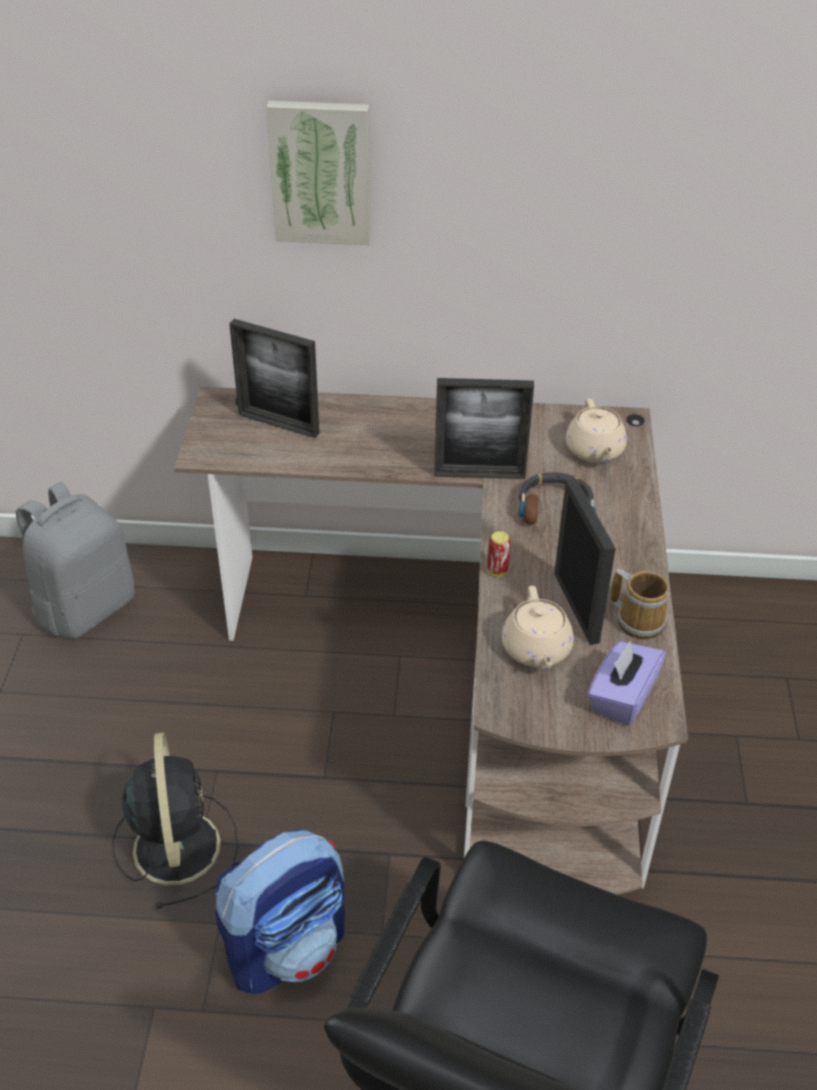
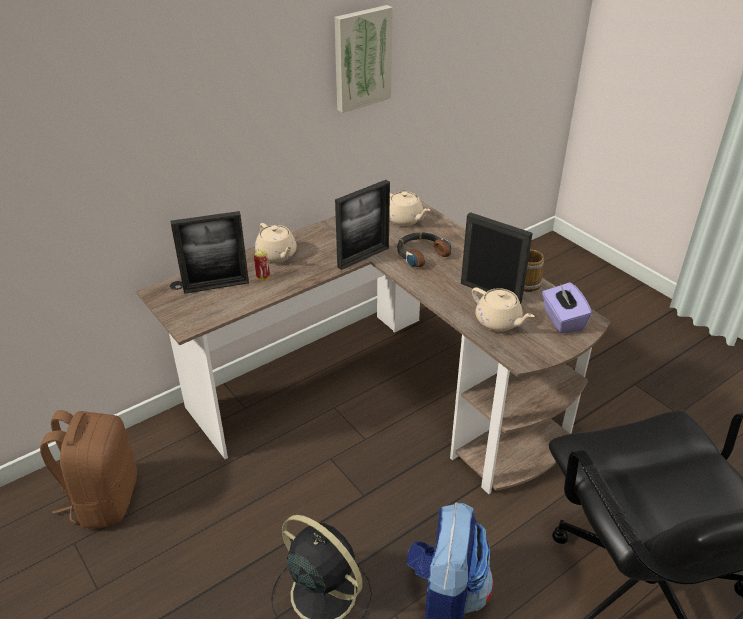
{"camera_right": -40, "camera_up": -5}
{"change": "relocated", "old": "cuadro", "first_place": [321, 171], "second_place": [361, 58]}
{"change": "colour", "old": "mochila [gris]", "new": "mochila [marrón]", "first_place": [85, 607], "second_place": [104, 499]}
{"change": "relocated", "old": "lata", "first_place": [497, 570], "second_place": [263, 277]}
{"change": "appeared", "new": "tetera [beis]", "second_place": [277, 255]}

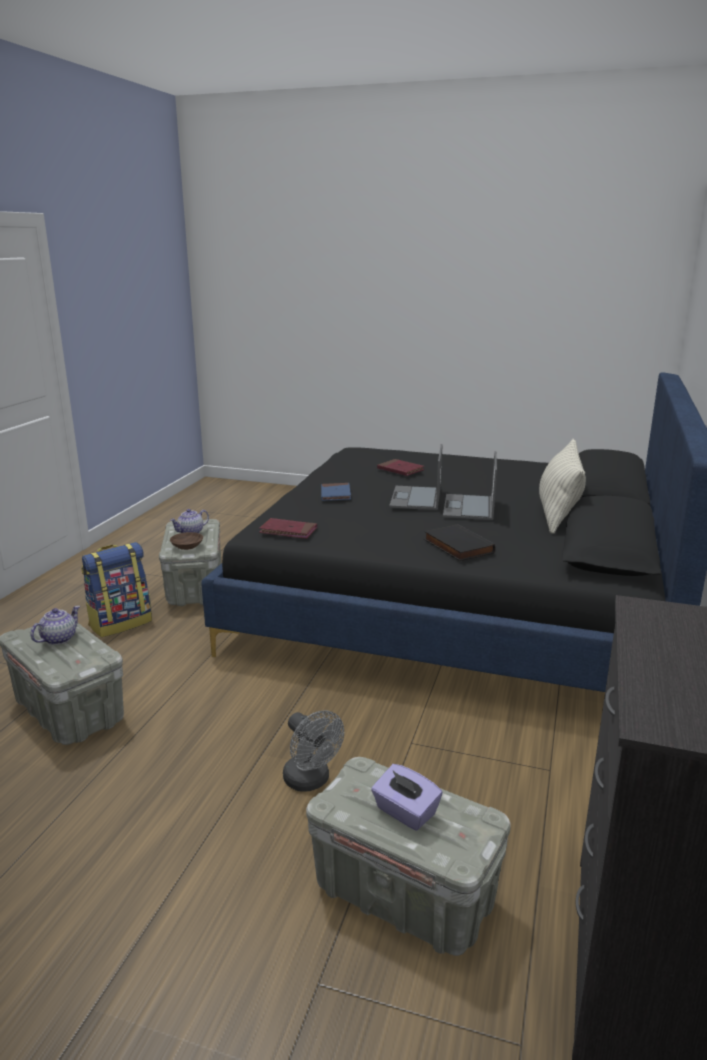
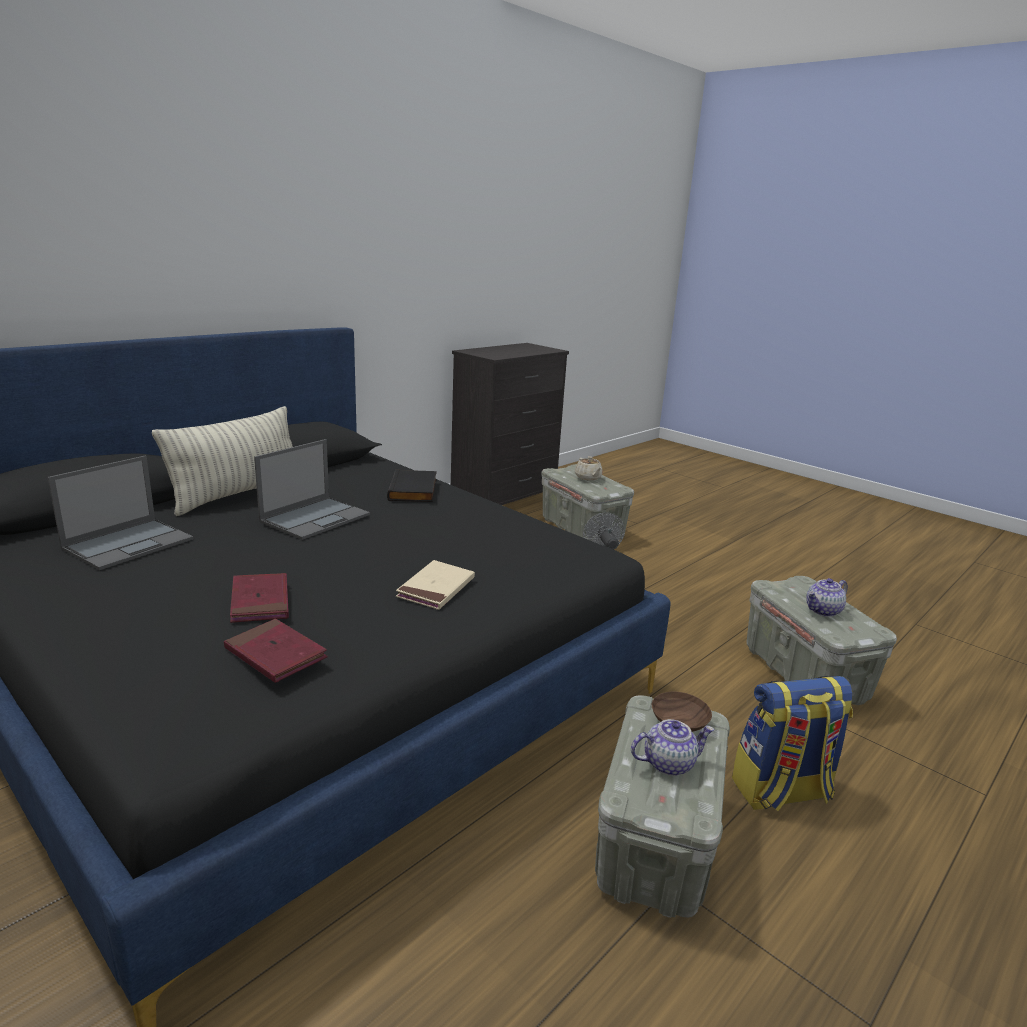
{"camera_right": -155, "camera_up": 0}
{"change": "relocated", "old": "portátil", "first_place": [416, 498], "second_place": [129, 543]}
{"change": "colour", "old": "libro [azul]", "new": "libro [beis]", "first_place": [335, 494], "second_place": [436, 588]}
{"change": "relocated", "old": "libro [rojo]", "first_place": [288, 531], "second_place": [275, 654]}
{"change": "exchanged", "old": "caja de pañuelos [morado]", "new": "tetera [beis]", "first_place": [405, 812], "second_place": [588, 478]}

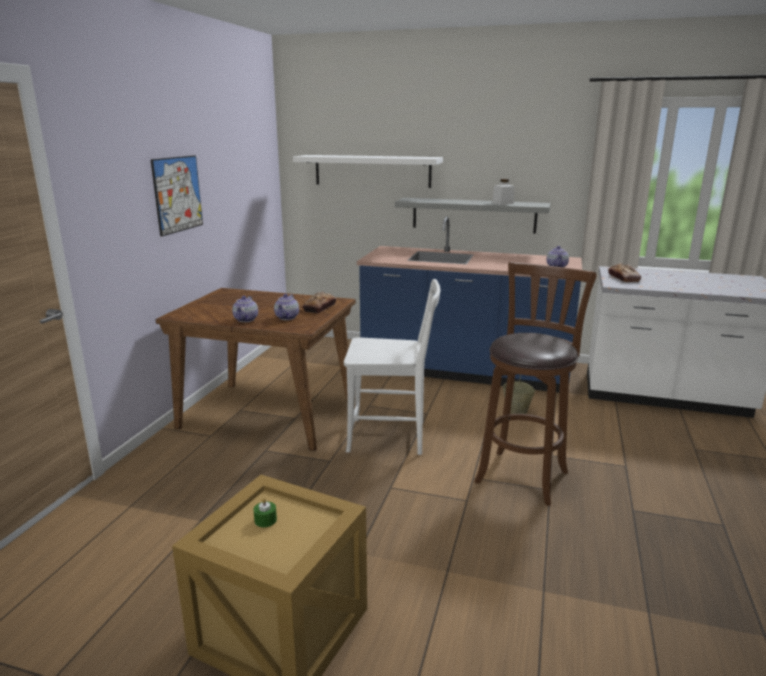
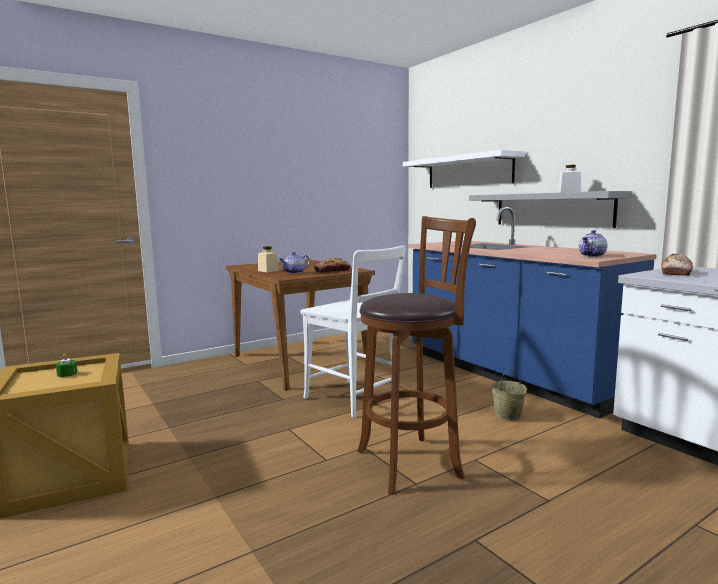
{"camera_right": 40, "camera_up": -10}
{"change": "missing", "old": "cuadro", "first_place": [177, 194]}
{"change": "exchanged", "old": "tetera", "new": "tarro [beis]", "first_place": [246, 320], "second_place": [268, 271]}

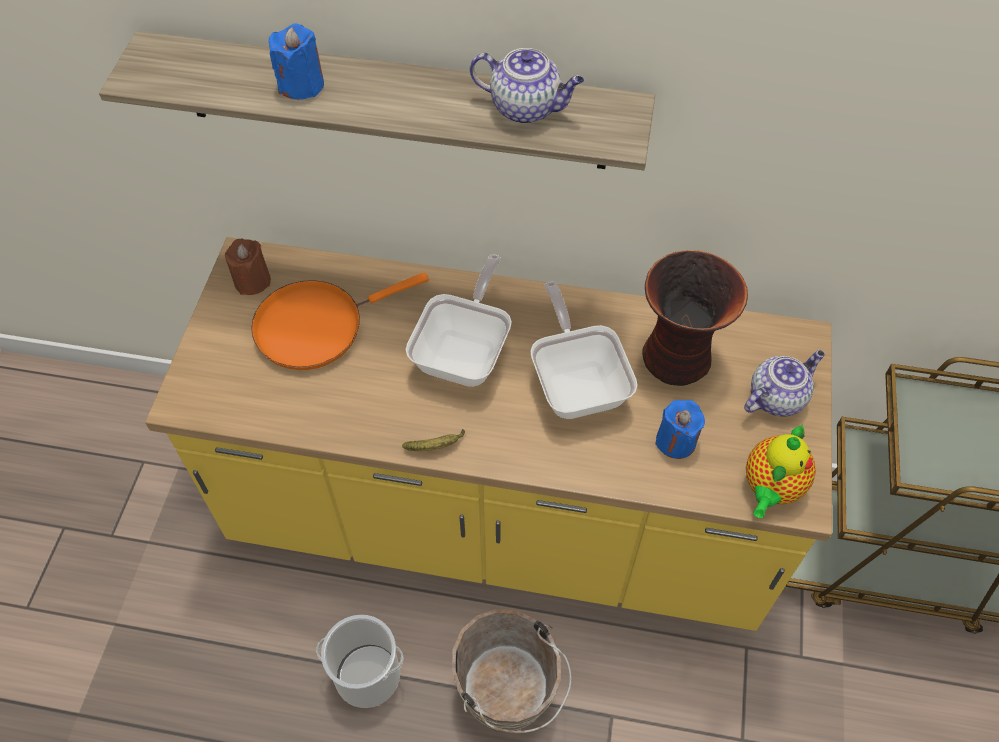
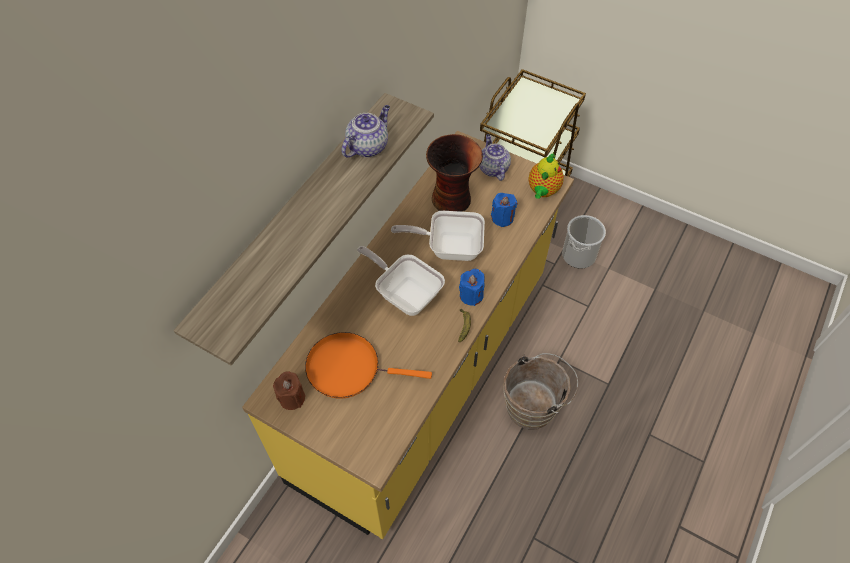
{"camera_right": -70, "camera_up": 0}
{"change": "relocated", "old": "vela [azul]", "first_place": [301, 85], "second_place": [471, 295]}
{"change": "spun", "old": "sartén [naranja]", "first_place": [316, 326], "second_place": [348, 368], "degrees": 105}
{"change": "spun", "old": "tetera", "first_place": [770, 488], "second_place": [542, 191], "degrees": 60}
{"change": "relocated", "old": "cubo", "first_place": [367, 675], "second_place": [579, 255]}

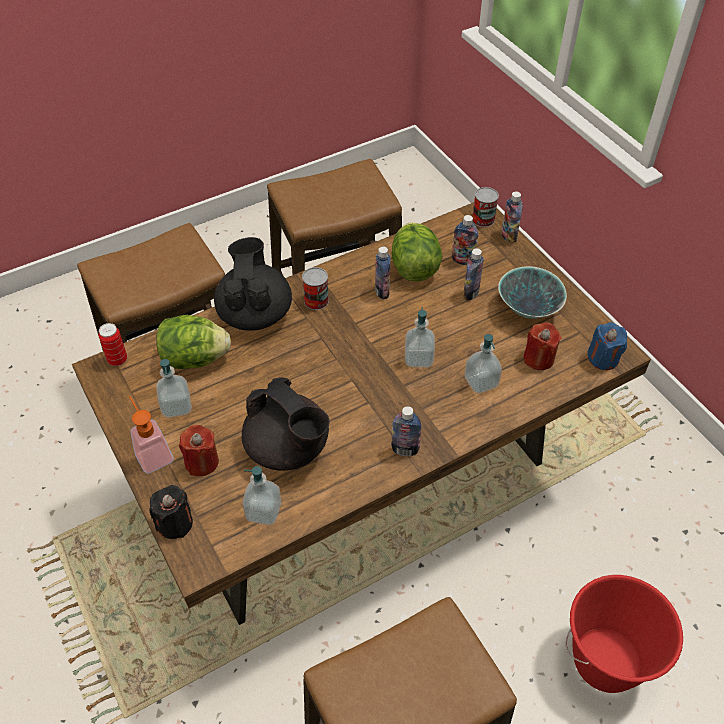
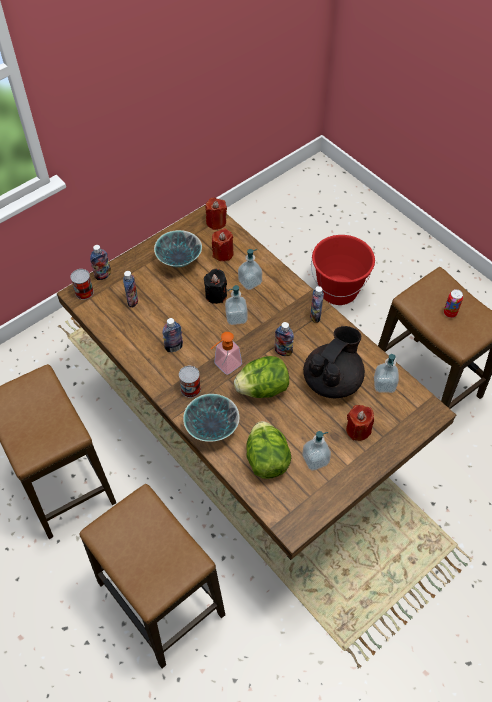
{"camera_right": -100, "camera_up": 5}
{"change": "relocated", "old": "lechuga", "first_place": [414, 268], "second_place": [262, 388]}
{"change": "exchanged", "old": "tetera [negro]", "new": "cuenco", "first_place": [255, 313], "second_place": [211, 428]}
{"change": "relocated", "old": "botella", "first_place": [471, 293], "second_place": [283, 351]}
{"change": "colour", "old": "vela [azul]", "new": "vela [rojo]", "first_place": [603, 358], "second_place": [216, 222]}
{"change": "relocated", "old": "lata", "first_place": [117, 360], "second_place": [450, 313]}
{"change": "relocated", "old": "dispensador de jabón", "first_place": [152, 453], "second_place": [224, 366]}
{"change": "relocated", "old": "vela [negro]", "first_place": [175, 523], "second_place": [216, 295]}

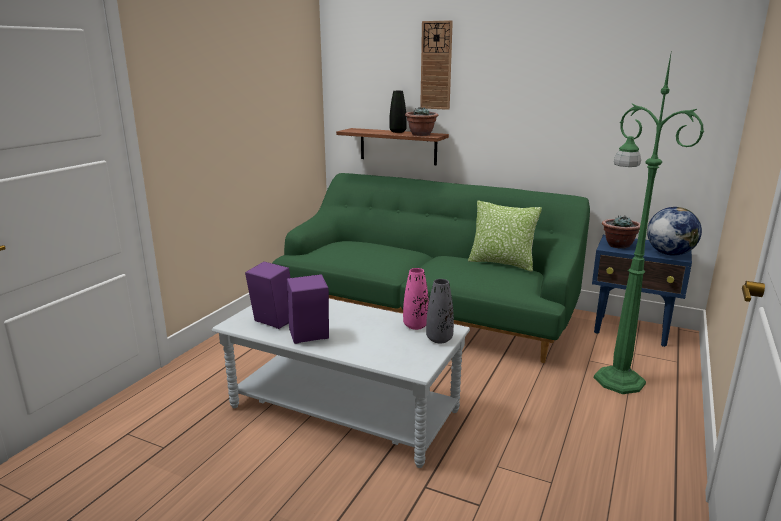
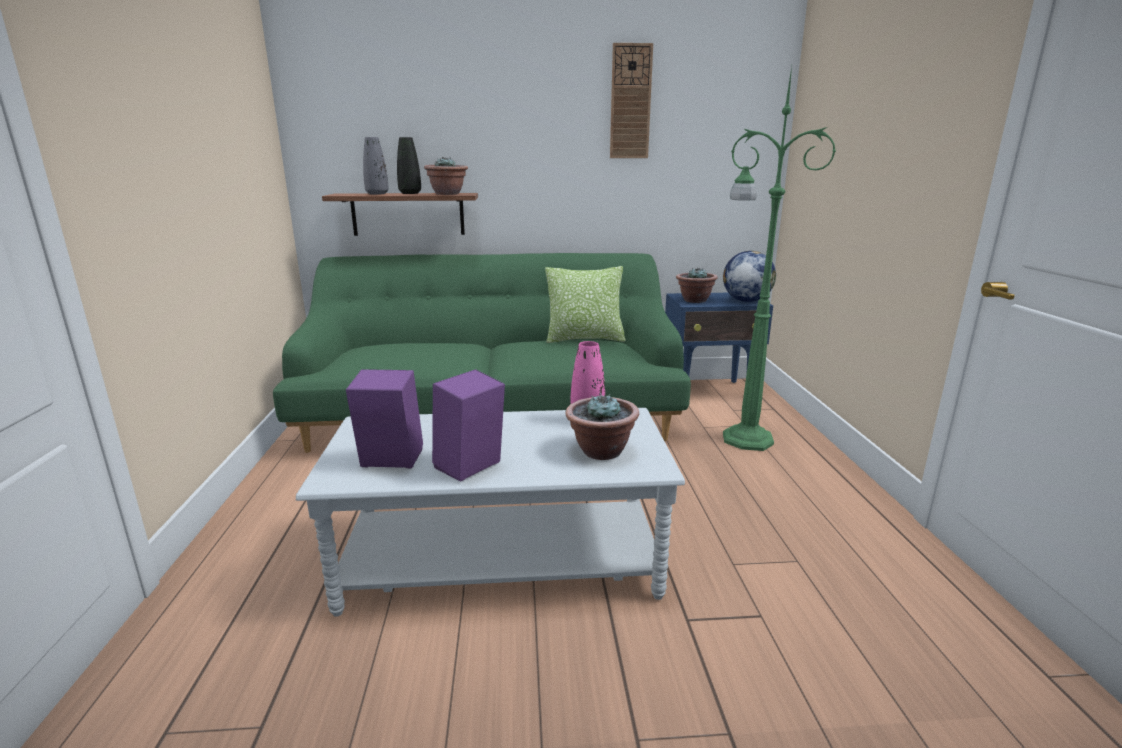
{"camera_right": -30, "camera_up": 0}
{"change": "relocated", "old": "reloj de pared", "first_place": [436, 65], "second_place": [630, 102]}
{"change": "relocated", "old": "florero [gris]", "first_place": [439, 339], "second_place": [377, 194]}
{"change": "appeared", "new": "planta en maceta", "second_place": [601, 451]}

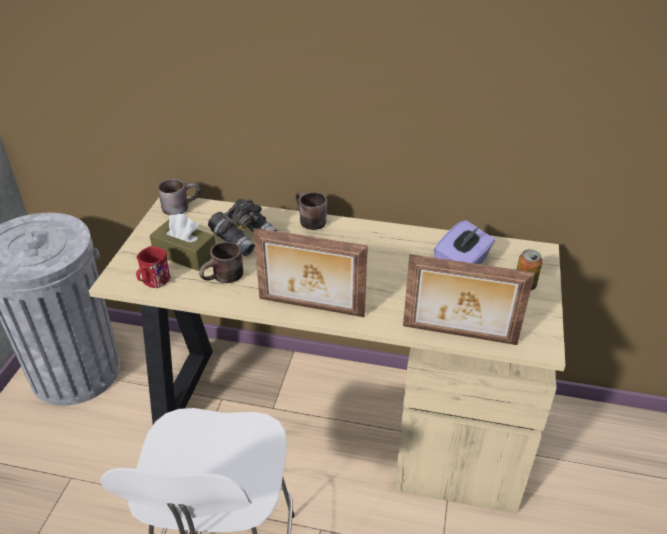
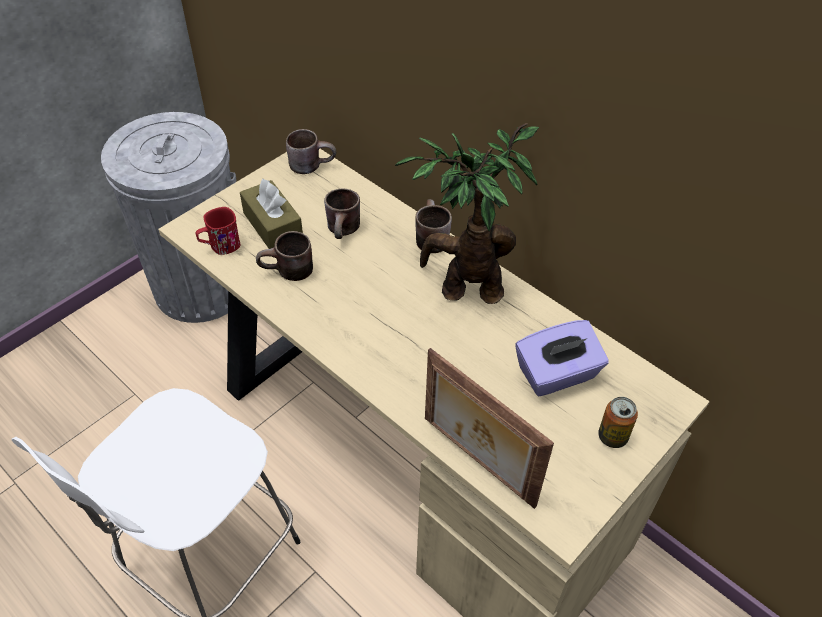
{"camera_right": 30, "camera_up": 10}
{"change": "exchanged", "old": "prismáticos [gris]", "new": "taza grande [marrón]", "first_place": [244, 238], "second_place": [345, 231]}
{"change": "missing", "old": "portarretratos", "first_place": [310, 308]}
{"change": "appeared", "new": "planta en maceta", "second_place": [464, 288]}

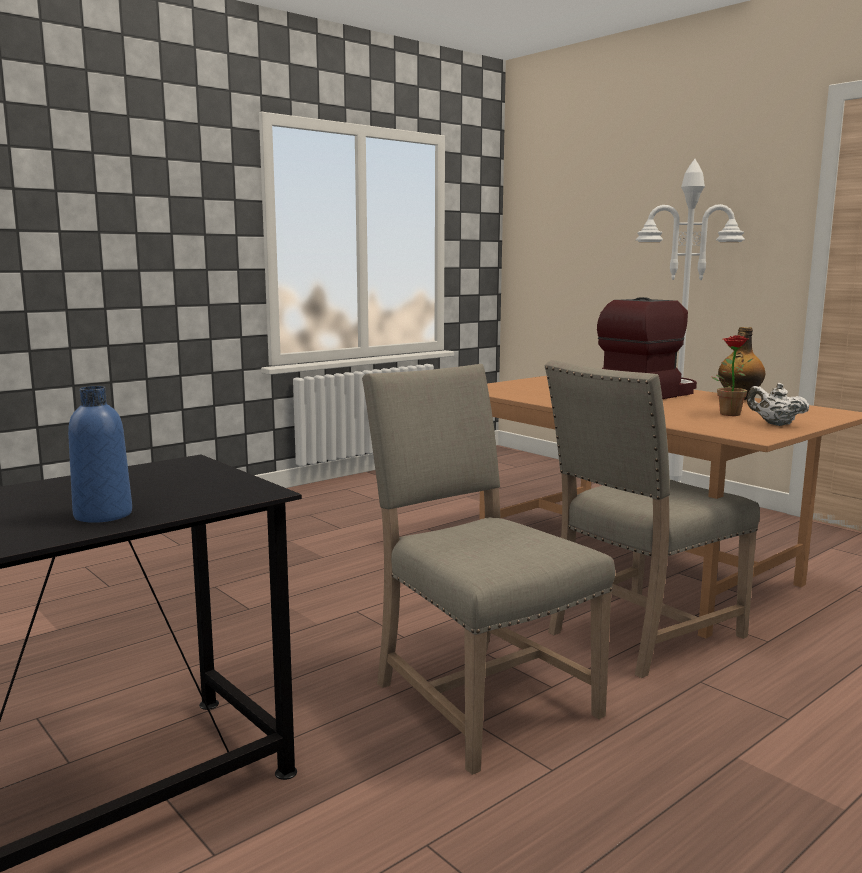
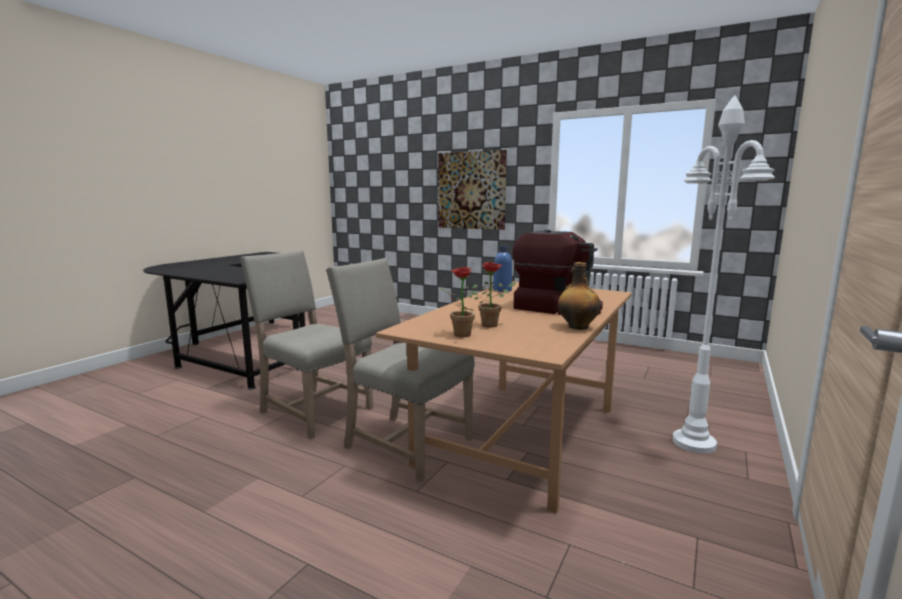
{"camera_right": 70, "camera_up": 0}
{"change": "spun", "old": "silla [beis]", "first_place": [477, 698], "second_place": [312, 410], "degrees": -90}
{"change": "exchanged", "old": "tetera [blanco]", "new": "planta en maceta", "first_place": [775, 424], "second_place": [458, 334]}
{"change": "relocated", "old": "botella [azul]", "first_place": [103, 515], "second_place": [502, 290]}
{"change": "appeared", "new": "cuadro", "second_place": [471, 190]}

